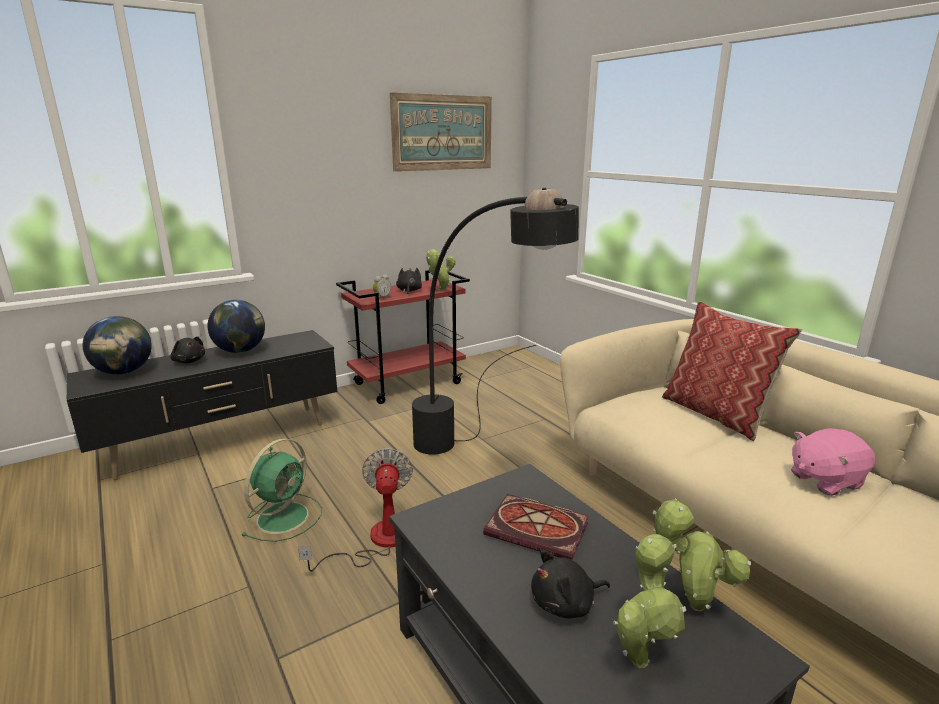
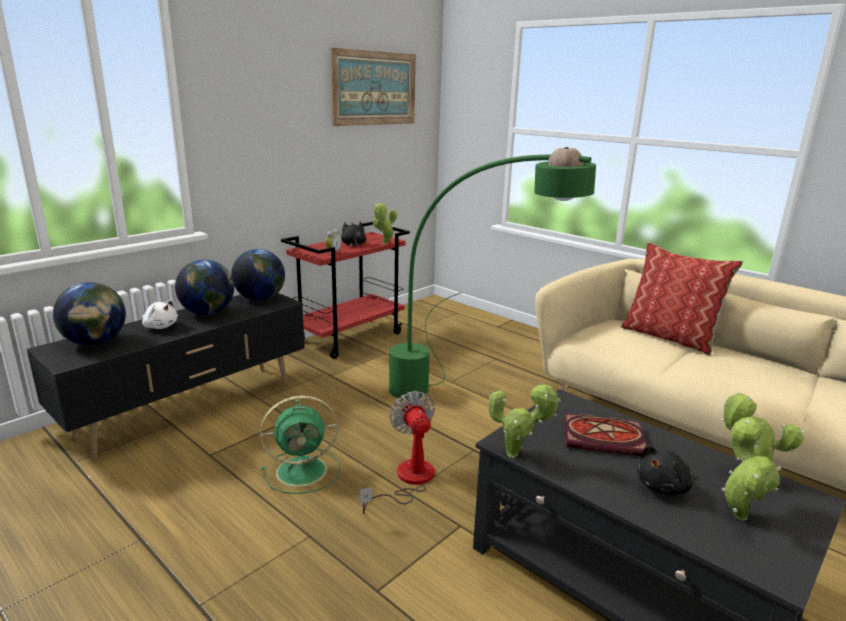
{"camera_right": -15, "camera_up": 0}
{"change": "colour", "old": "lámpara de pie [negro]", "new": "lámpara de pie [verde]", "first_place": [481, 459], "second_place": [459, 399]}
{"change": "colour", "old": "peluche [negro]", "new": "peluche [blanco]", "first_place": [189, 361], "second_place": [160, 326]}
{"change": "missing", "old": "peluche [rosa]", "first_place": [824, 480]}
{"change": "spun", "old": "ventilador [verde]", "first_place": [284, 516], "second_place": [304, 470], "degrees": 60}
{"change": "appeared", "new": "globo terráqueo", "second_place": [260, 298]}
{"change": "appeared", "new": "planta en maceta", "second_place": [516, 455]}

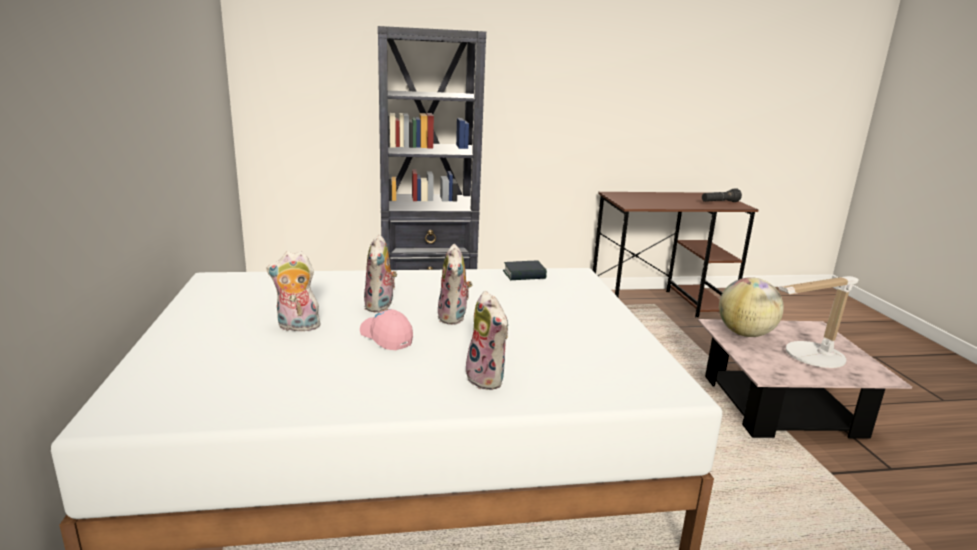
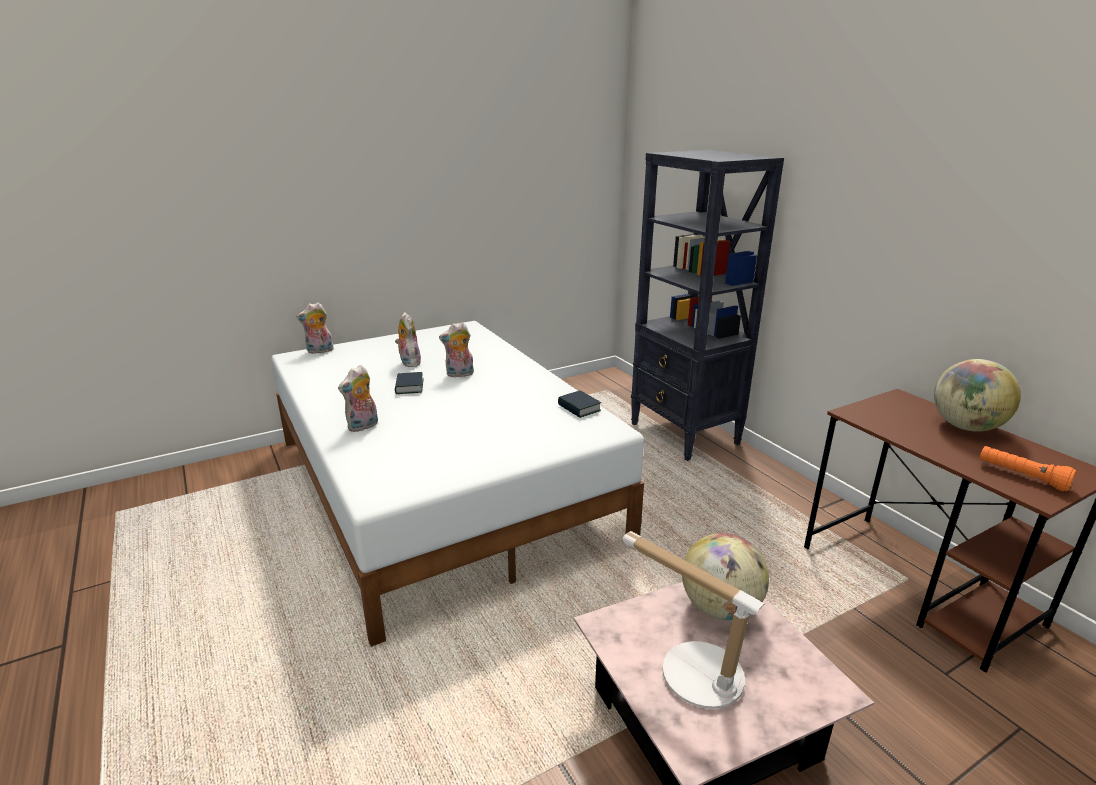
{"camera_right": 70, "camera_up": 5}
{"change": "colour", "old": "linterna [negro]", "new": "linterna [naranja]", "first_place": [719, 203], "second_place": [1021, 476]}
{"change": "relocated", "old": "peluche", "first_place": [454, 318], "second_place": [319, 351]}
{"change": "exchanged", "old": "gorra [rosa]", "new": "libro", "first_place": [386, 337], "second_place": [409, 387]}
{"change": "appeared", "new": "globo terráqueo", "second_place": [965, 427]}

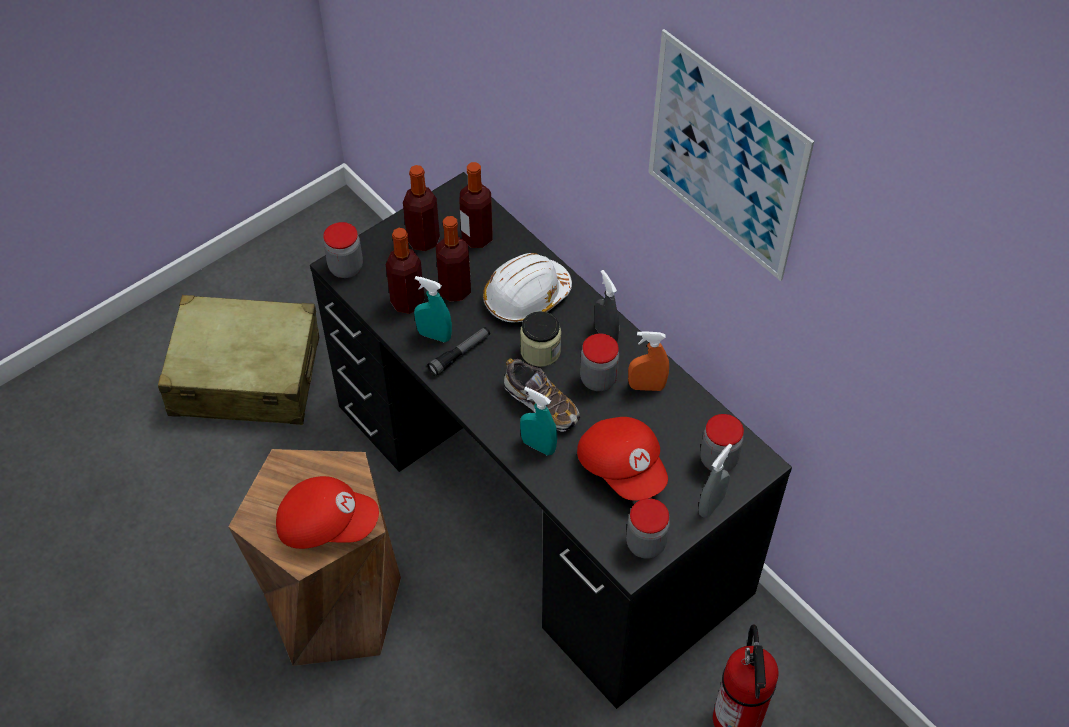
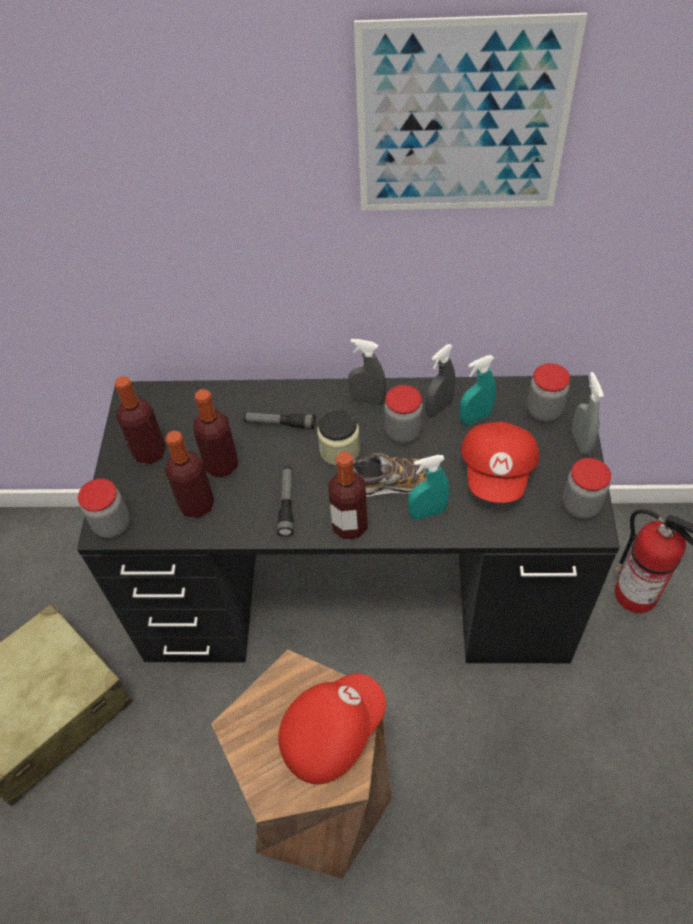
{"camera_right": -45, "camera_up": 0}
{"change": "relocated", "old": "botella", "first_place": [477, 237], "second_place": [349, 525]}
{"change": "exchanged", "old": "casco [blanco]", "new": "linterna", "first_place": [526, 297], "second_place": [280, 423]}
{"change": "relocated", "old": "pulverizador [turquesa]", "first_place": [434, 335], "second_place": [475, 417]}
{"change": "colour", "old": "pulverizador [naranja]", "new": "pulverizador [gris]", "first_place": [646, 386], "second_place": [439, 408]}
{"change": "spun", "old": "gorra [rojo]", "first_place": [623, 467], "second_place": [498, 472], "degrees": 90}

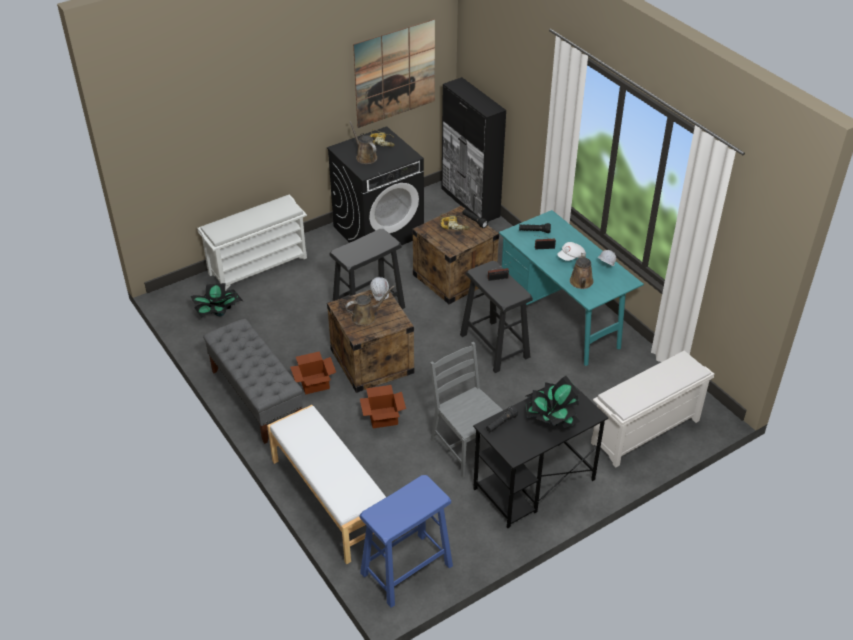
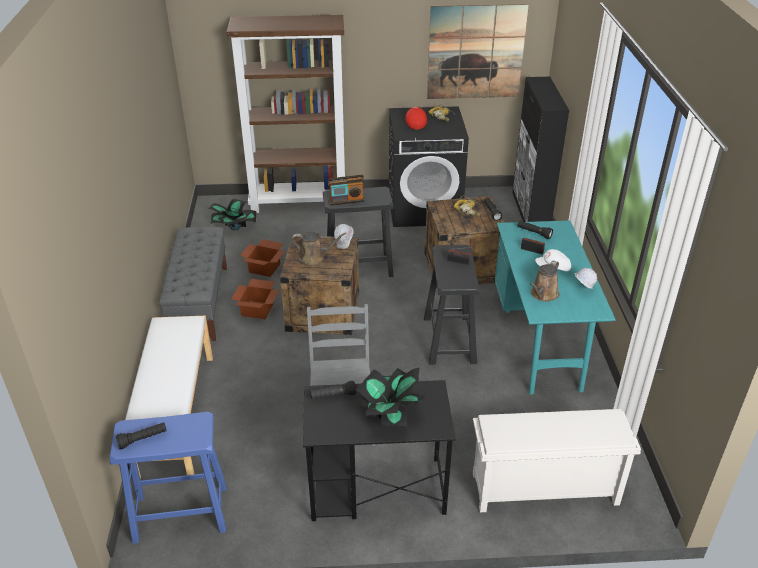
{"camera_right": 30, "camera_up": -5}
{"change": "exchanged", "old": "regadera [marrón]", "new": "gorra [rojo]", "first_place": [365, 157], "second_place": [415, 123]}
{"change": "exchanged", "old": "zapatero [blanco]", "new": "estantería [marrón]", "first_place": [258, 265], "second_place": [299, 203]}
{"change": "relocated", "old": "caja de cartón", "first_place": [383, 416], "second_place": [265, 268]}
{"change": "appeared", "new": "radio", "second_place": [346, 200]}
{"change": "appeared", "new": "linterna [negro]", "second_place": [143, 439]}

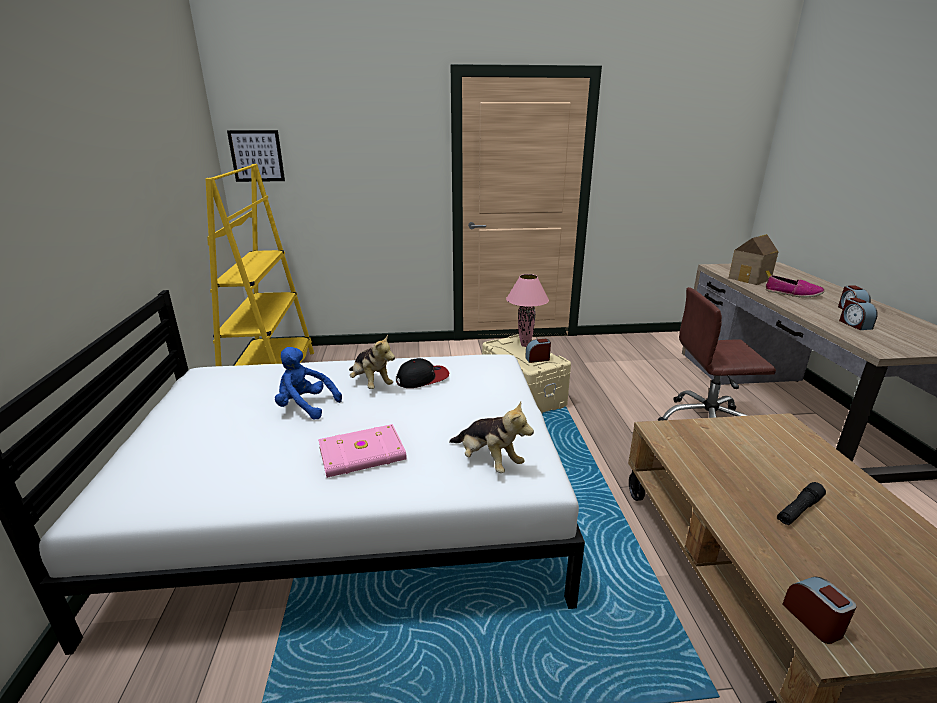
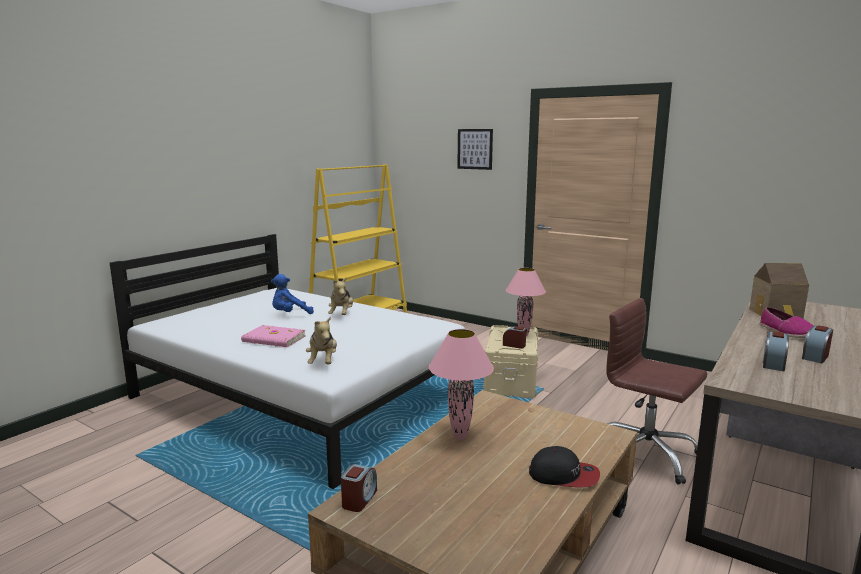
{"camera_right": 40, "camera_up": -10}
{"change": "relocated", "old": "cuadro", "first_place": [256, 156], "second_place": [475, 149]}
{"change": "spun", "old": "peluche [azul]", "first_place": [305, 407], "second_place": [290, 314], "degrees": -90}
{"change": "relocated", "old": "gorra", "first_place": [423, 378], "second_place": [564, 475]}
{"change": "missing", "old": "linterna [negro]", "first_place": [798, 510]}
{"change": "appeared", "new": "lámpara de mesa [rosa]", "second_place": [459, 437]}

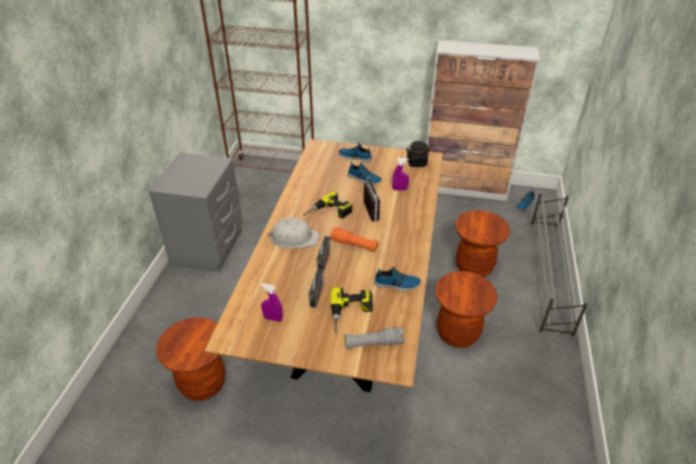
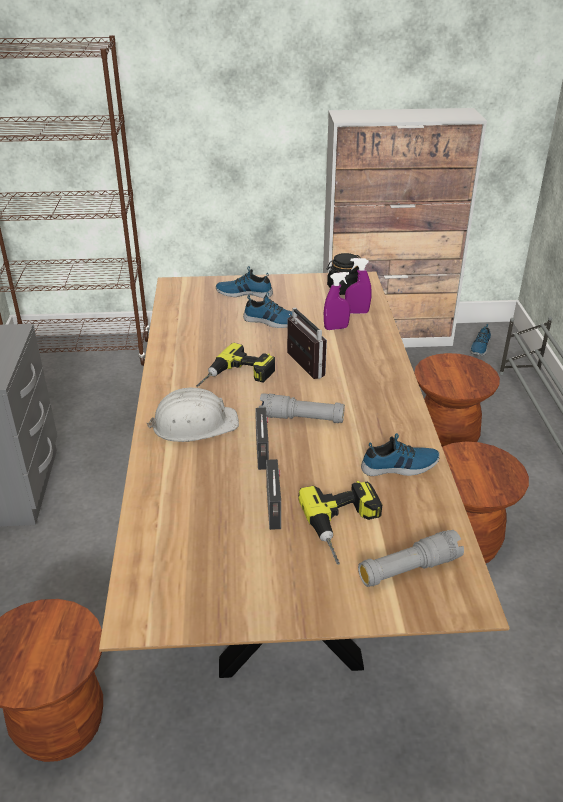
{"camera_right": -15, "camera_up": -5}
{"change": "colour", "old": "linterna [naranja]", "new": "linterna [gris]", "first_place": [354, 245], "second_place": [301, 418]}
{"change": "relocated", "old": "pulverizador [morado]", "first_place": [273, 318], "second_place": [357, 312]}

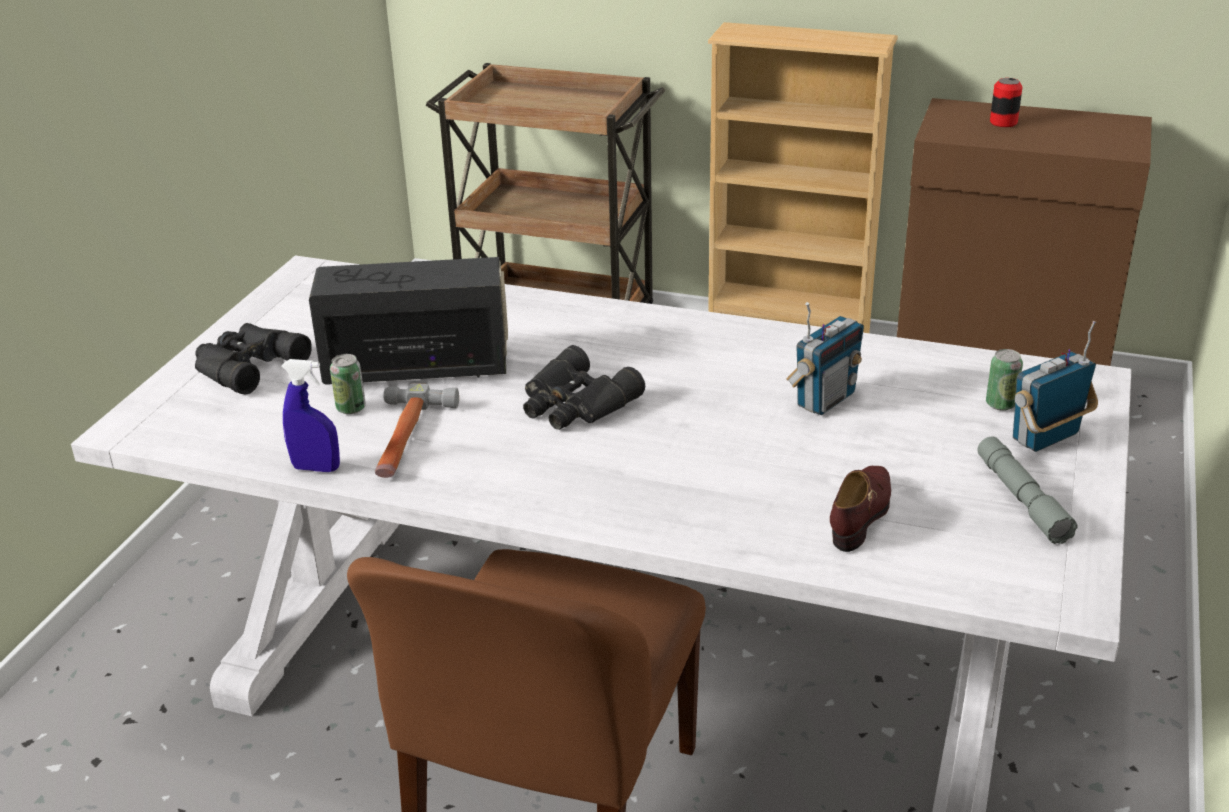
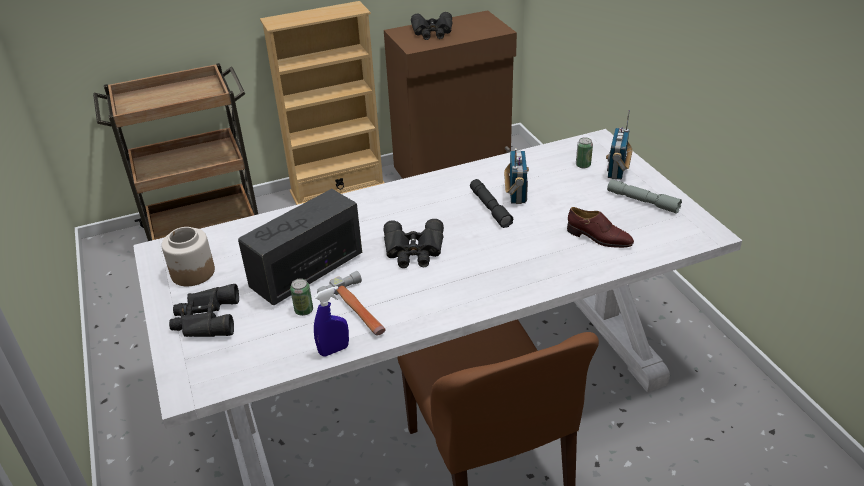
{"camera_right": -40, "camera_up": 5}
{"change": "exchanged", "old": "lata", "new": "prismáticos [negro]", "first_place": [1003, 122], "second_place": [432, 32]}
{"change": "spun", "old": "zapato [marrón]", "first_place": [862, 514], "second_place": [599, 238], "degrees": 135}
{"change": "appeared", "new": "linterna [negro]", "second_place": [490, 208]}
{"change": "appeared", "new": "tarro", "second_place": [192, 272]}

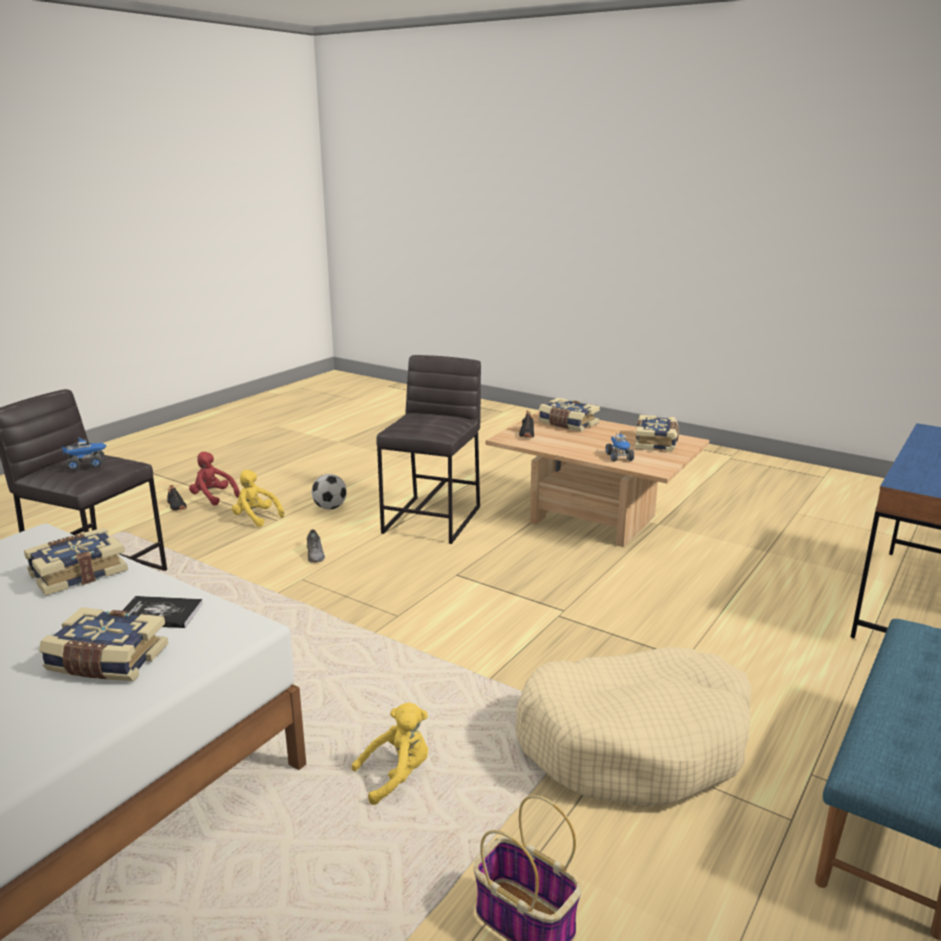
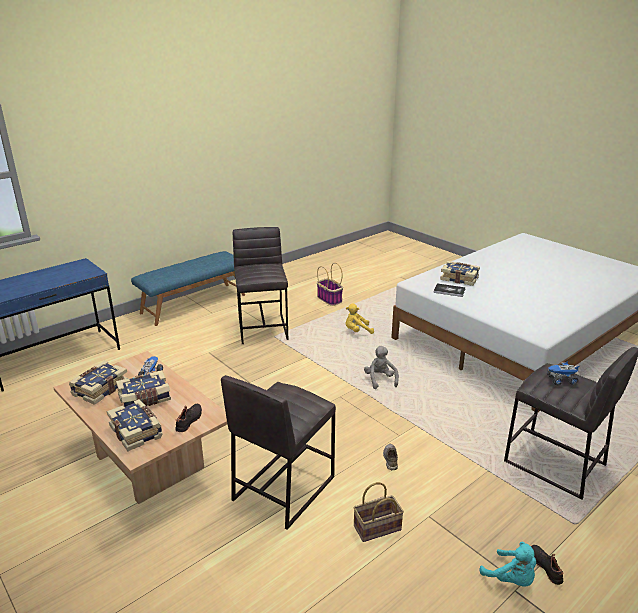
{"camera_right": -165, "camera_up": 5}
{"change": "colour", "old": "peluche [rojo]", "new": "peluche [turquesa]", "first_place": [213, 497], "second_place": [511, 579]}
{"change": "missing", "old": "peluche [amarillo]", "first_place": [256, 518]}
{"change": "exchanged", "old": "balón de fútbol", "new": "cesta", "first_place": [330, 507], "second_place": [376, 529]}
{"change": "relocated", "old": "libro", "first_place": [78, 573], "second_place": [145, 399]}
{"change": "exchanged", "old": "cama para perro [beis]", "new": "taburete [gris]", "first_place": [635, 742], "second_place": [263, 328]}
{"change": "appeared", "new": "peluche [gris]", "second_place": [380, 380]}

